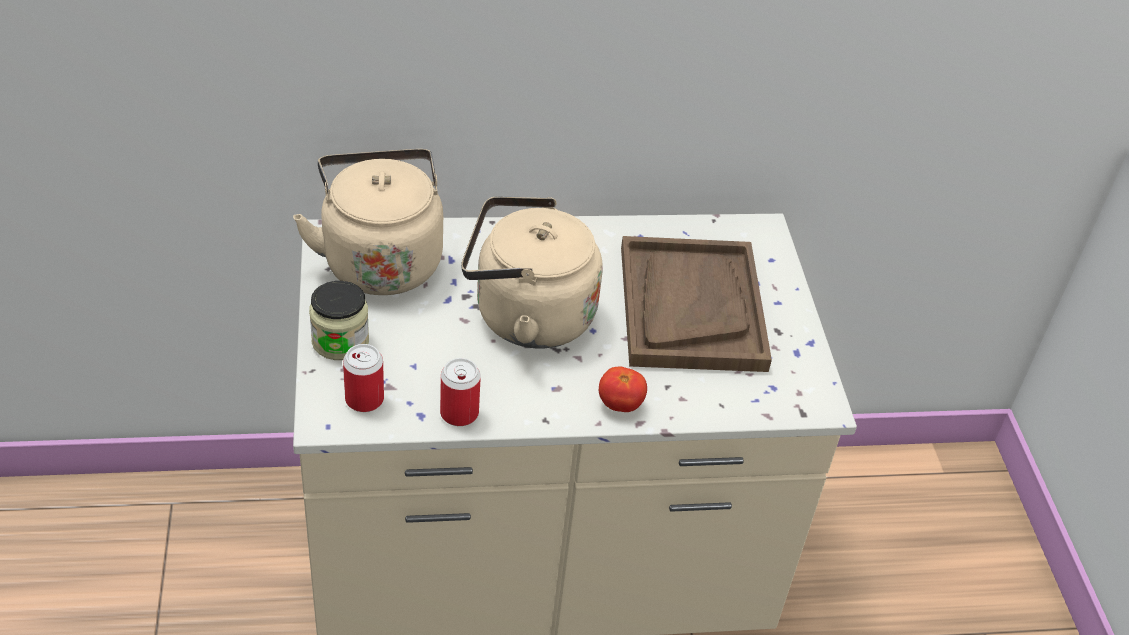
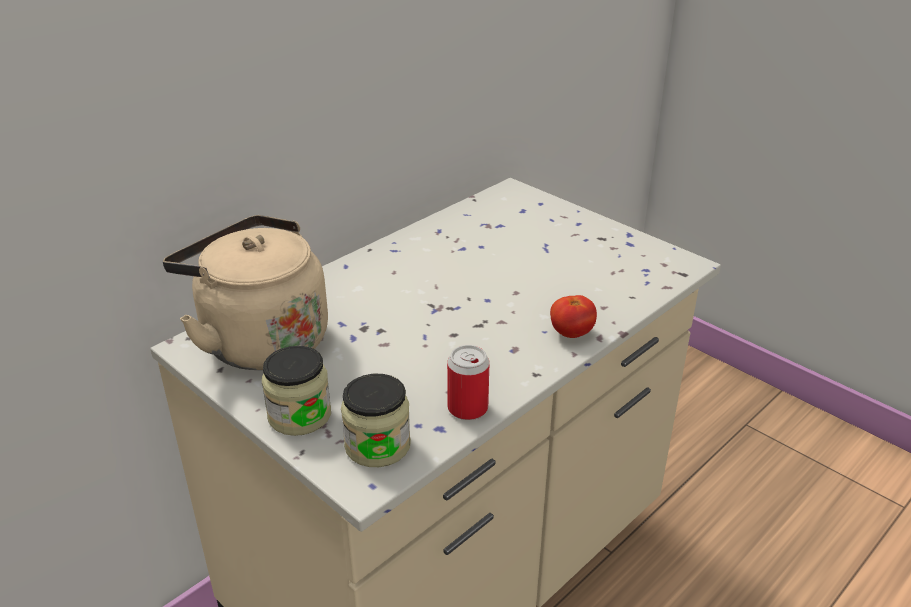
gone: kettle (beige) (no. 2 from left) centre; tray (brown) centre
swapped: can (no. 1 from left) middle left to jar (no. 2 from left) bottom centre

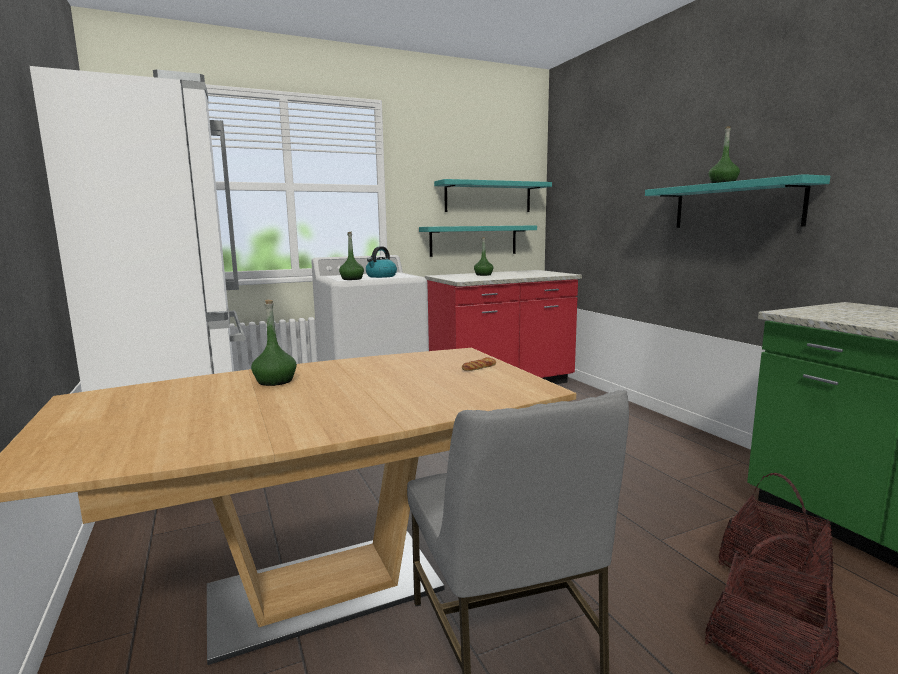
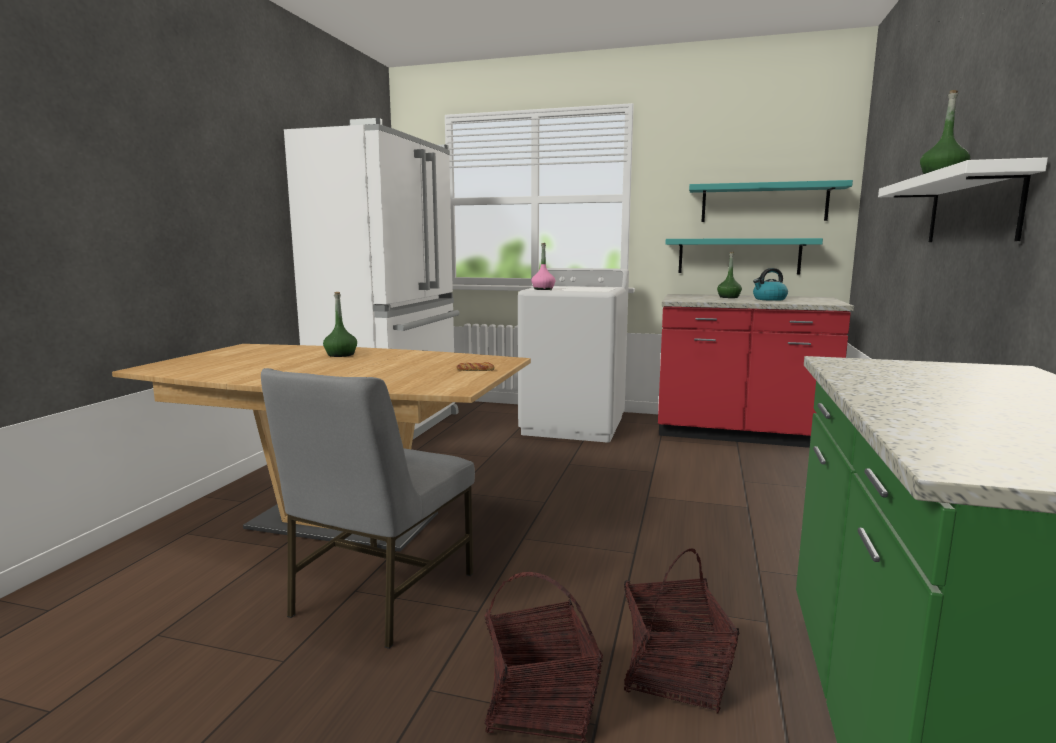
shifted: kettle centre to middle right
repainted: bottle (green) (no. 2 from left) centre to bottle (pink) centre; shelf (turquoise) (no. 3 from left) top right to shelf (white) top right

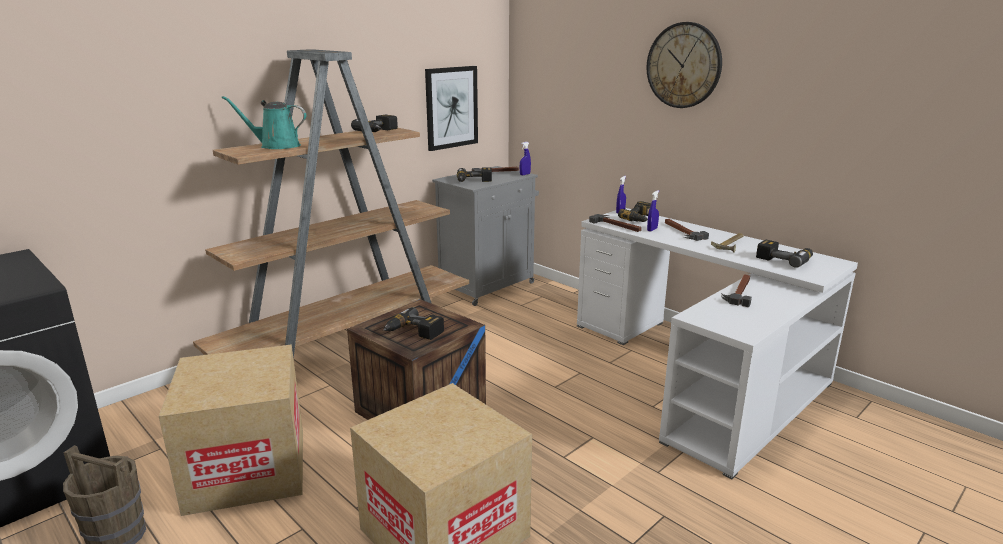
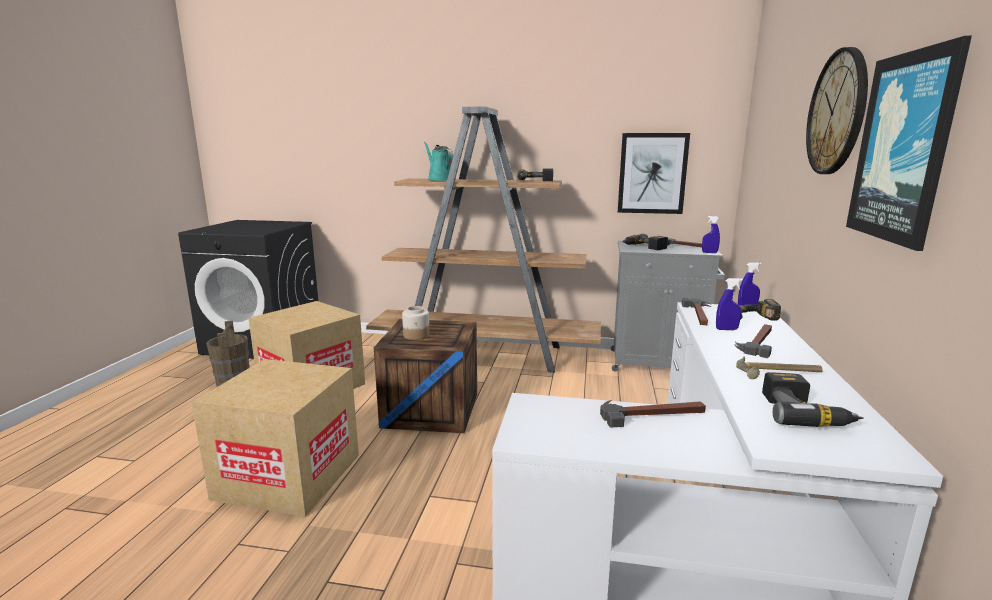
new: picture (no. 2 from left) top right
swapped: power drill (no. 2 from left) centre to jar centre

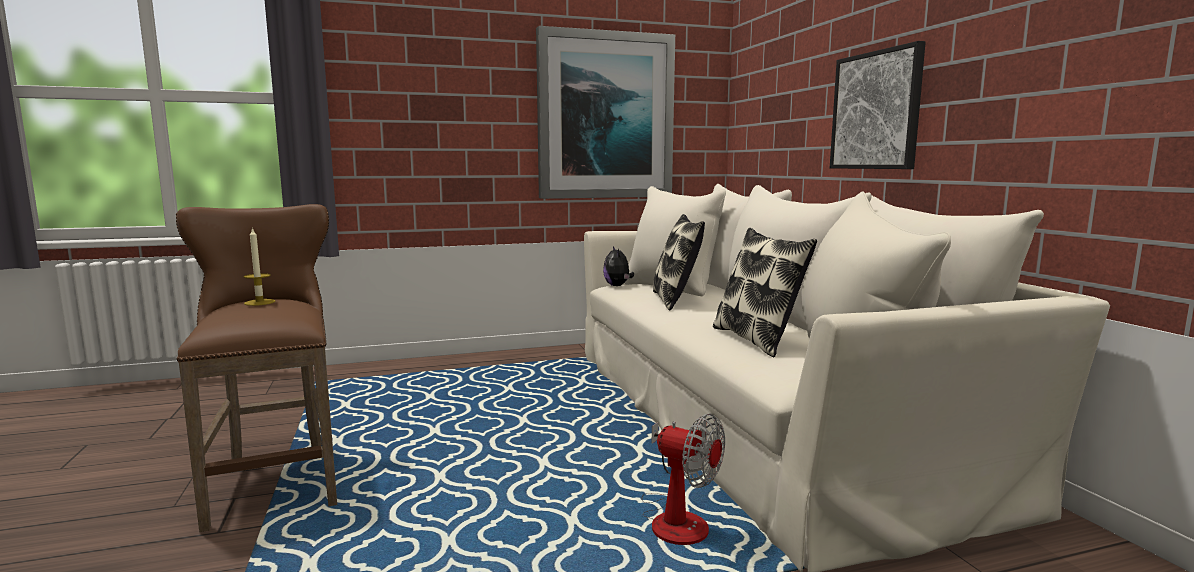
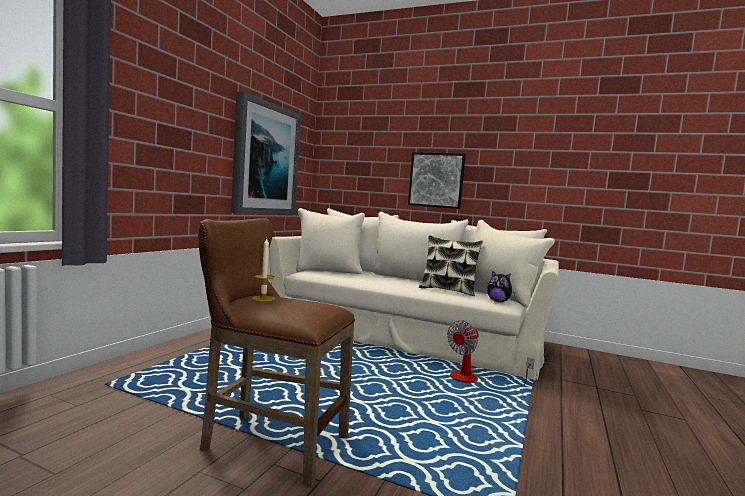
gone: pillow (no. 1 from left) centre
shifted: plush toy centre to middle right
rotated: fan bottom centre = bottom centre 150 degrees clockwise

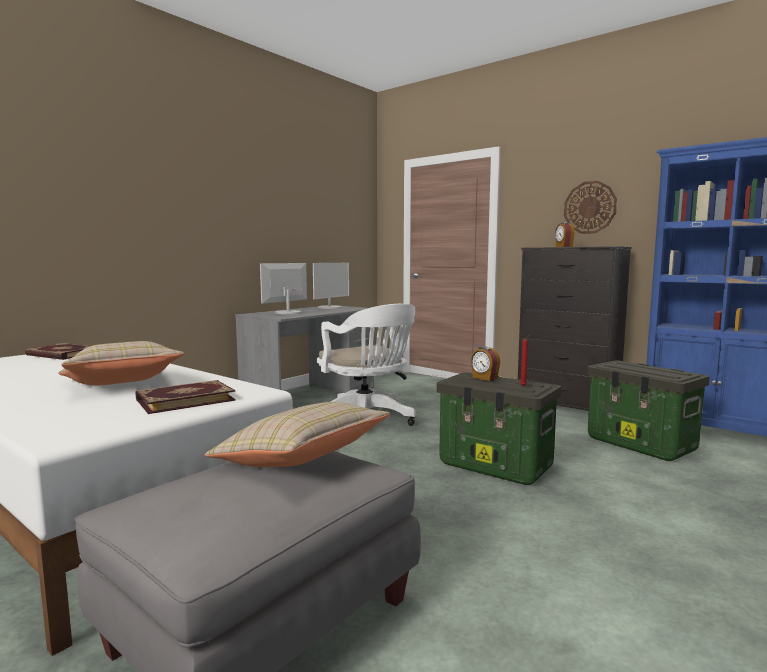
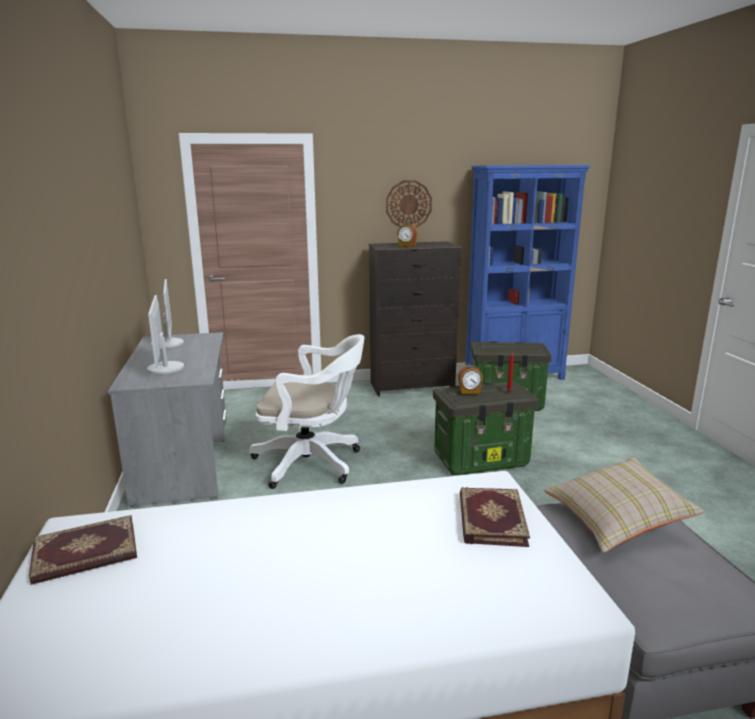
gone: pillow (beige) (no. 1 from left) middle left

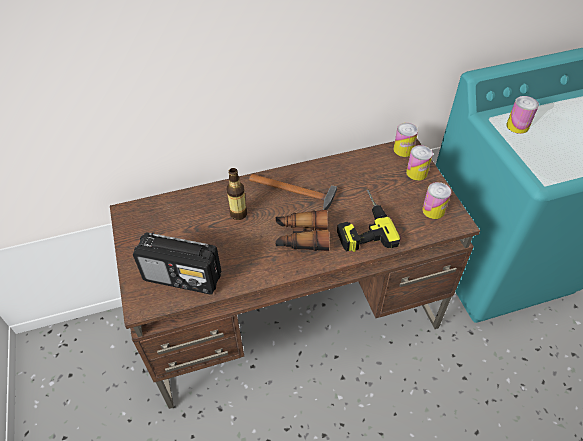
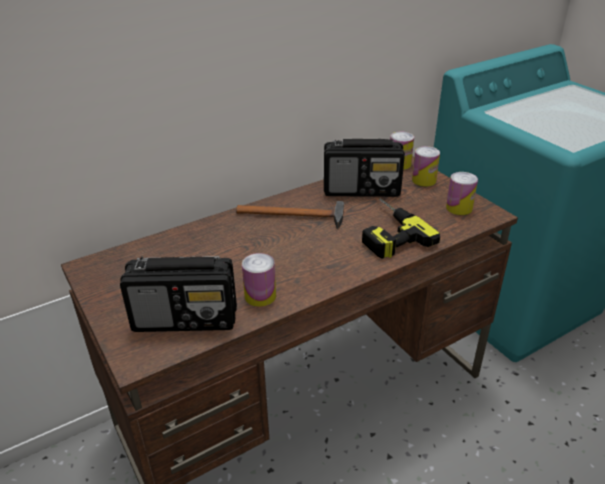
gone: bottle centre; binoculars centre
new: radio (no. 2 from left) centre
shifted: can (no. 4 from left in the first image) top right to can (no. 1 from left) centre

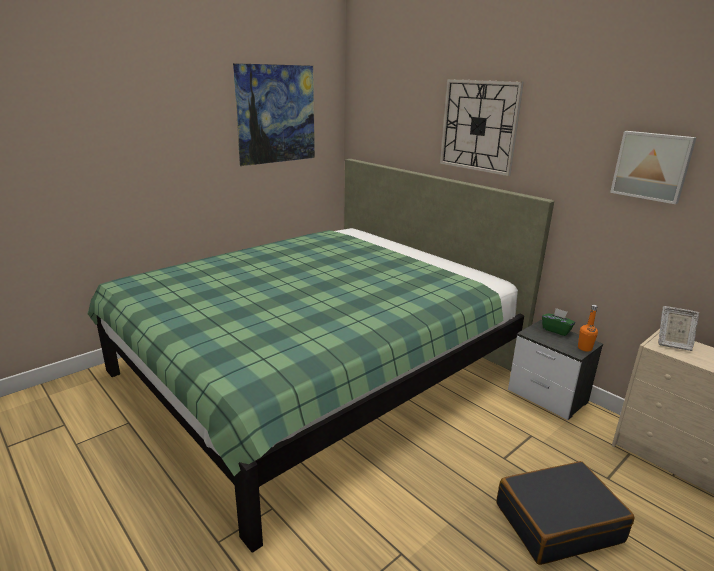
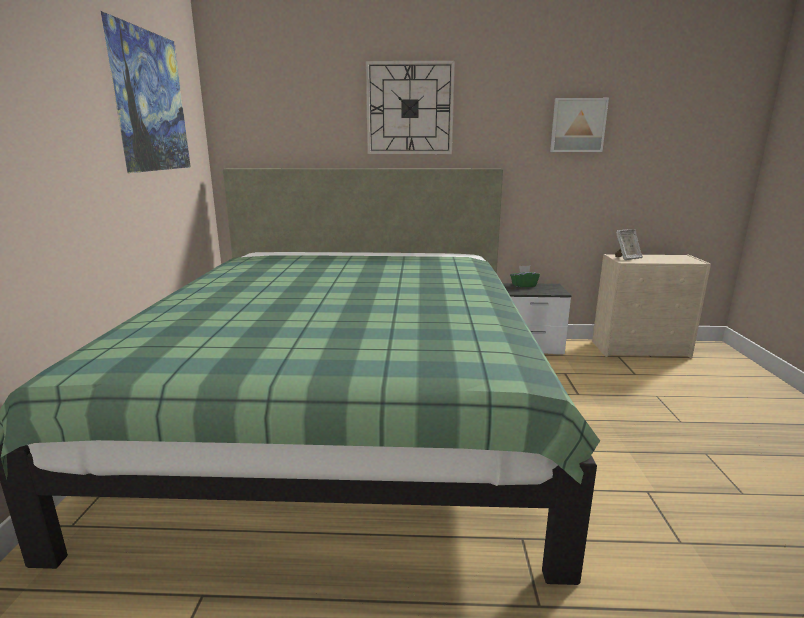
gone: suitcase (black) bottom right; bottle (orange) middle right

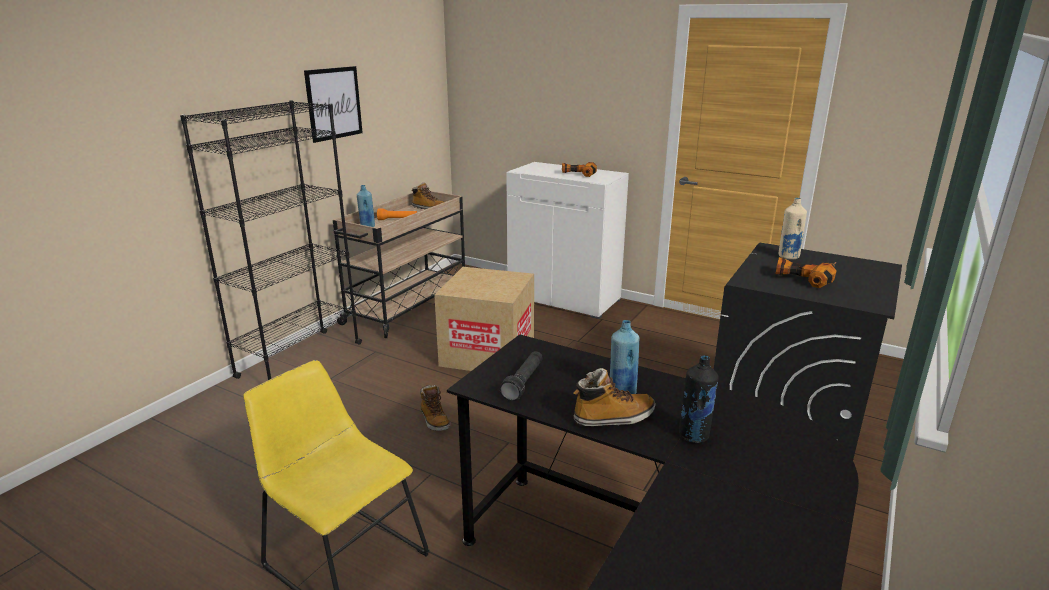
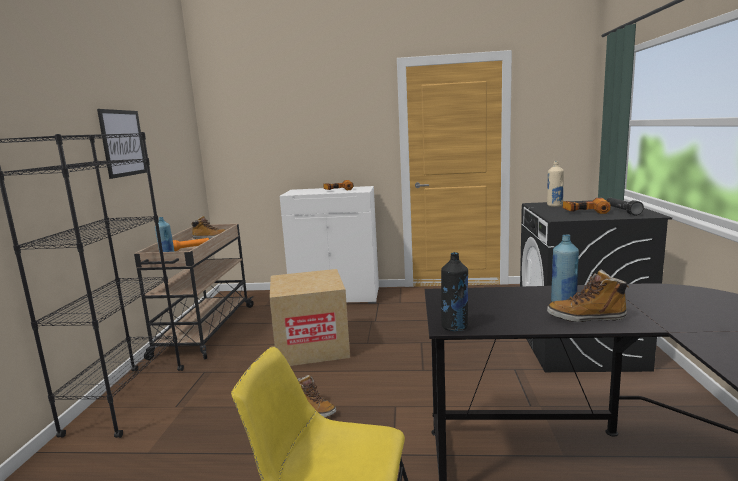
shifted: flashlight (black) centre to middle right; bottle (black) bottom centre to centre
rotated: boot (no. 3 from left) bottom centre = middle right 135 degrees counterclockwise

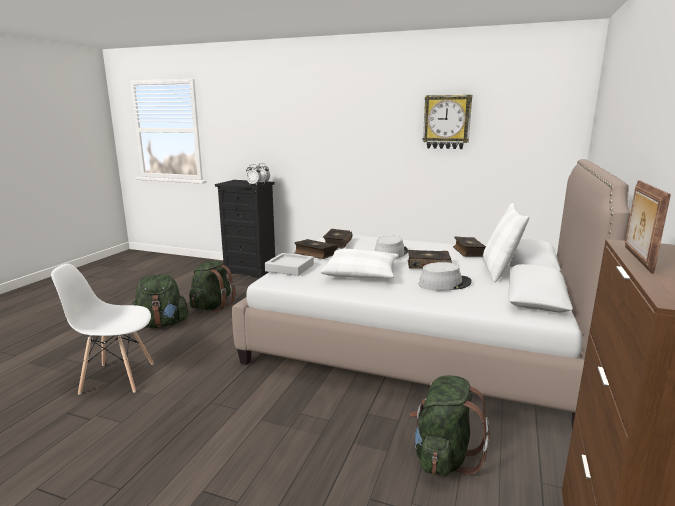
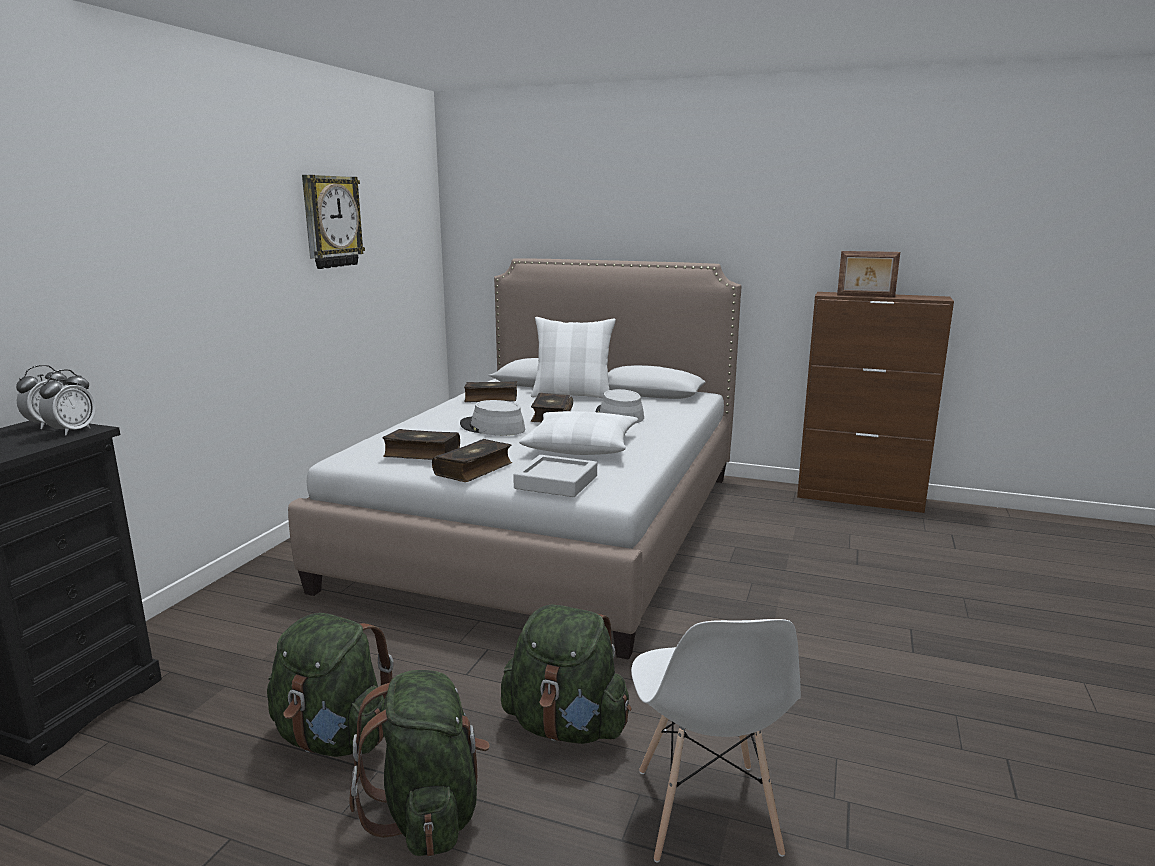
shifted: backpack (green) (no. 3 from left) bottom right to bottom centre

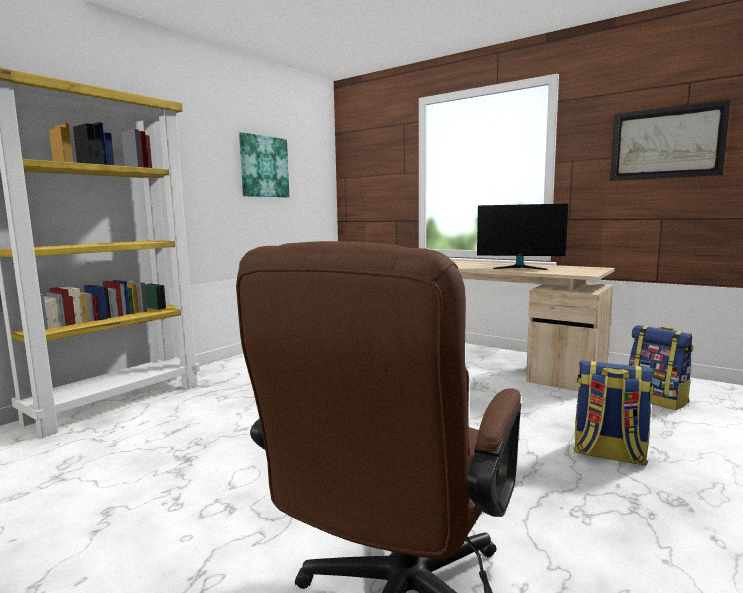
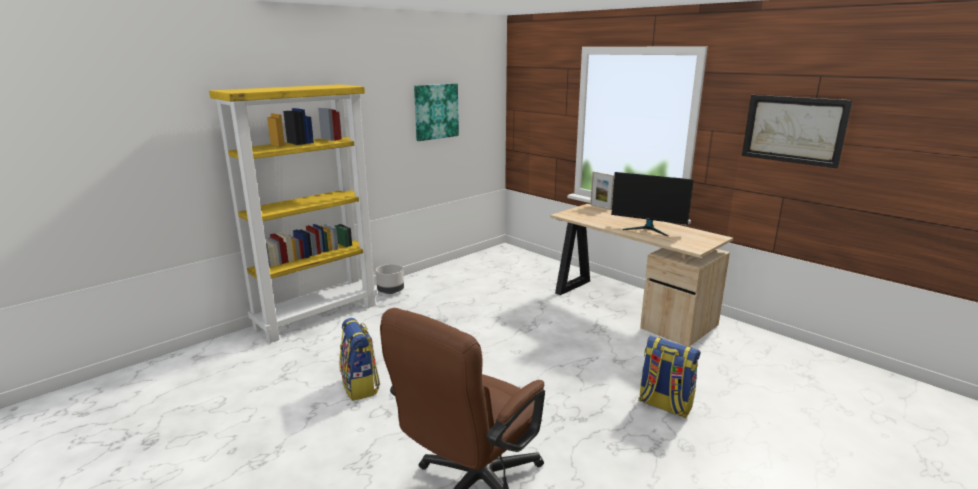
new: planter (grey) centre; picture frame centre
shifted: backpack (no. 2 from left in the first image) middle right to backpack (no. 1 from left) bottom centre

